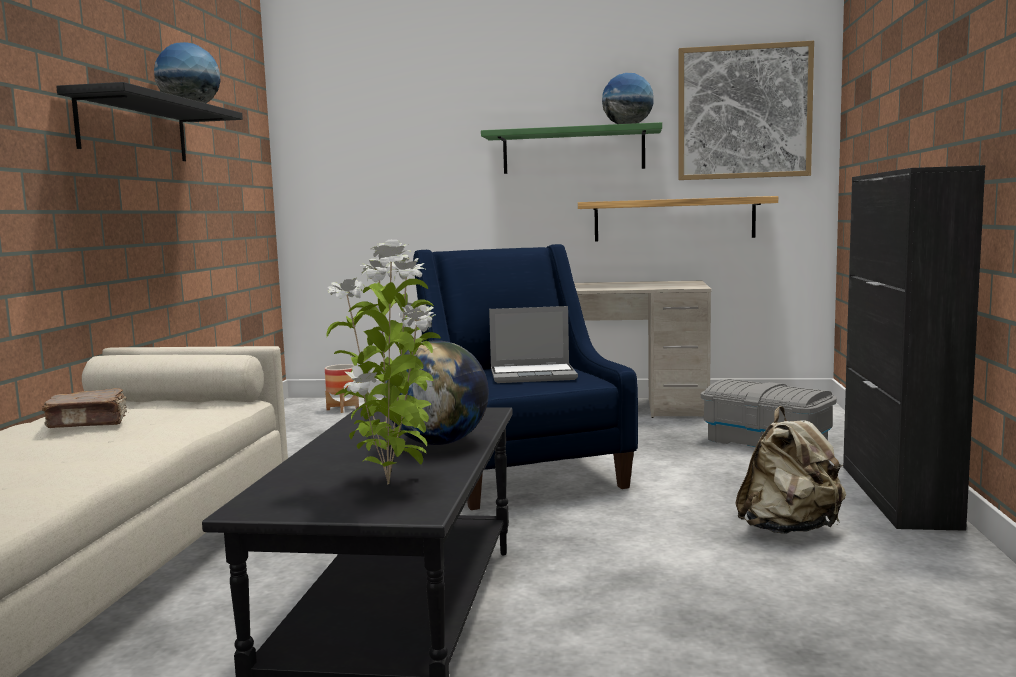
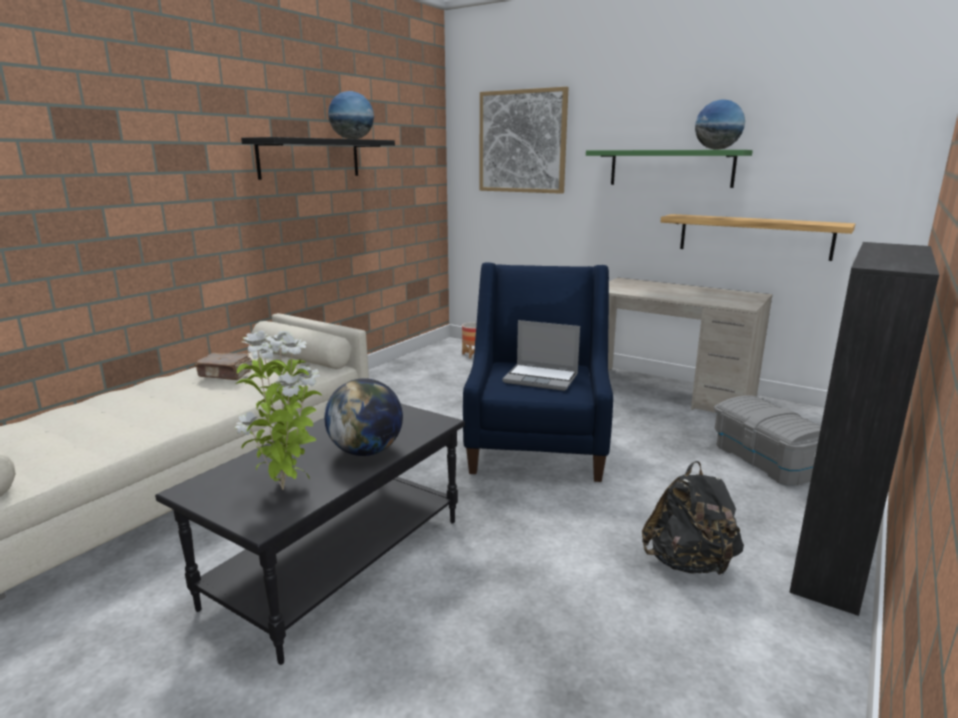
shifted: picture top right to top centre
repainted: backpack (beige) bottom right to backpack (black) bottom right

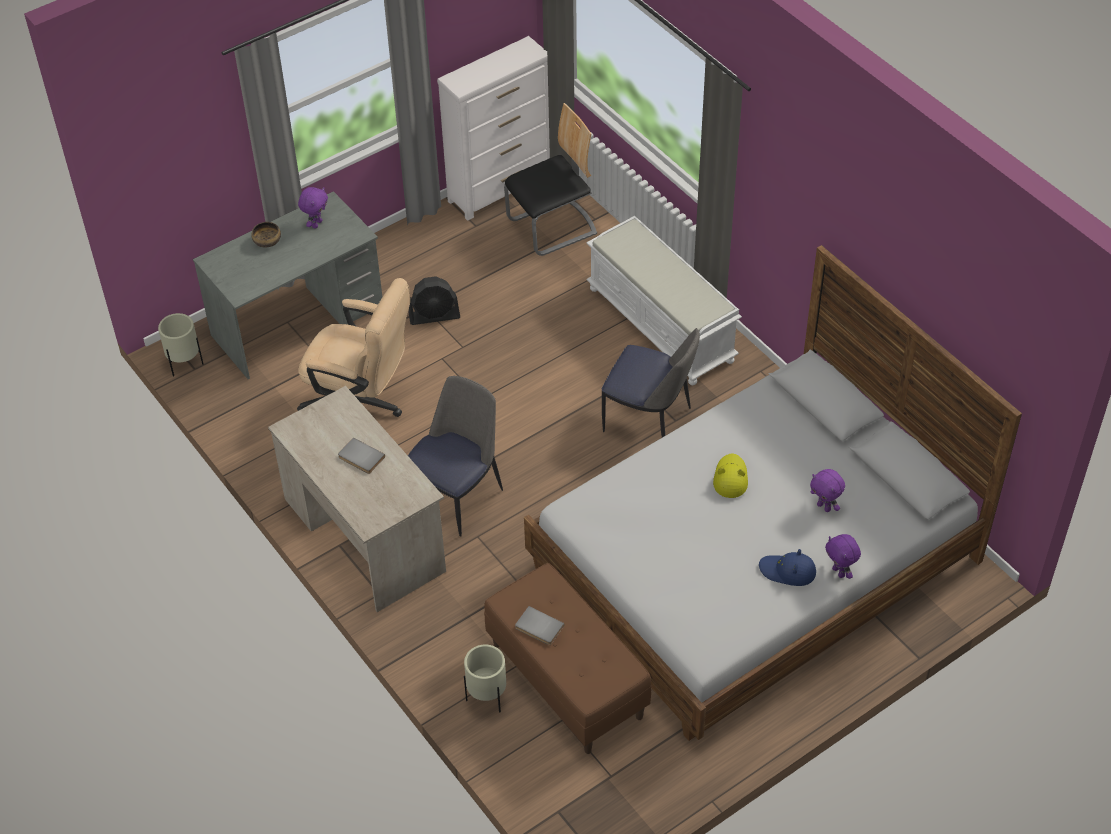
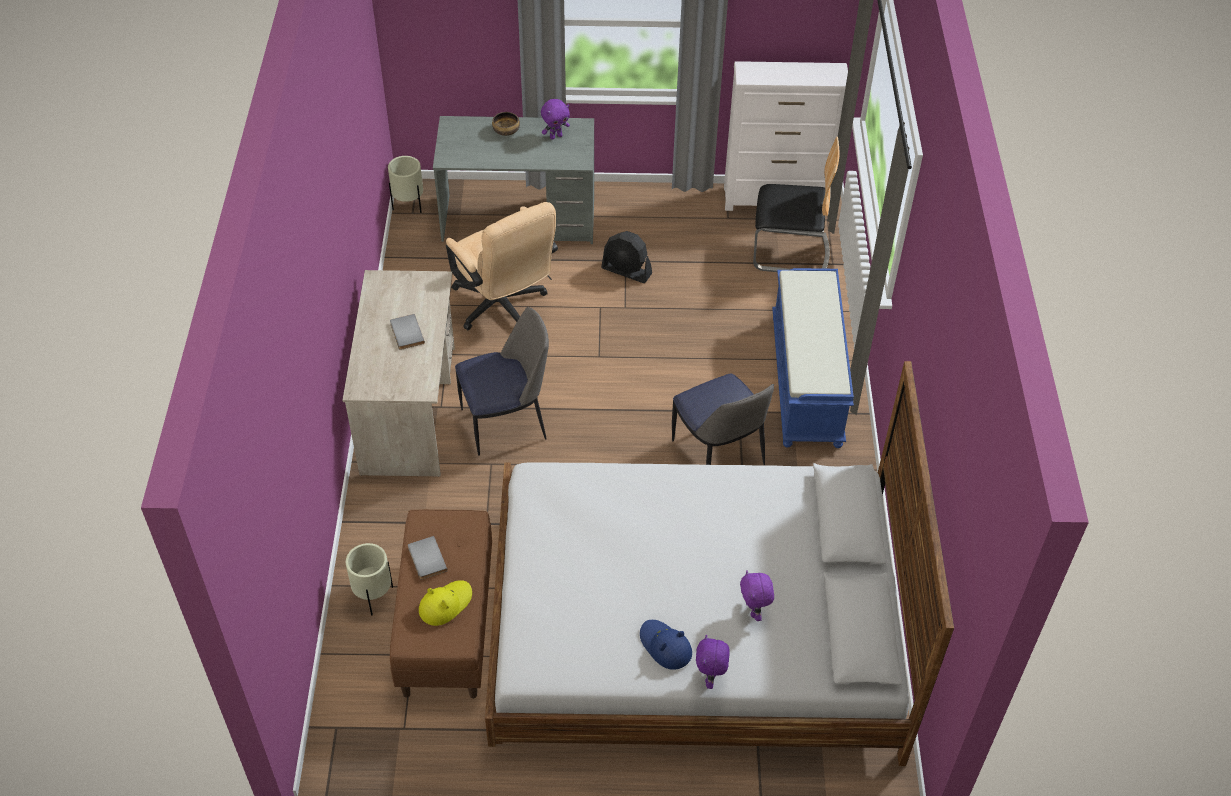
shifted: hat (yellow) centre to bottom centre
repainted: bench (white) centre to bench (blue) centre

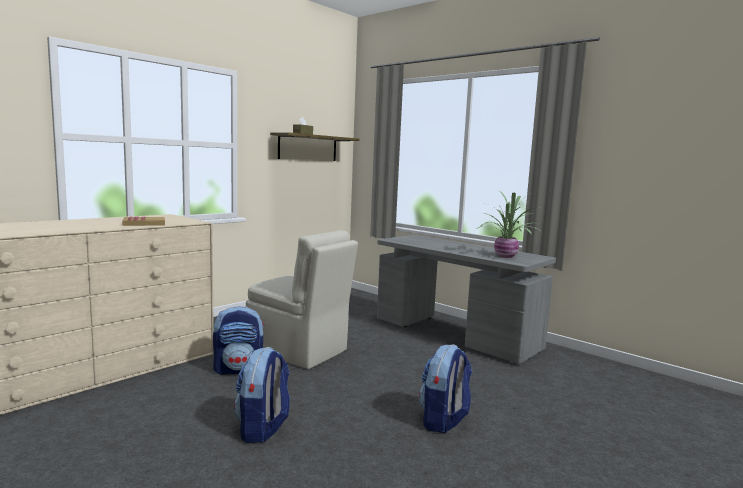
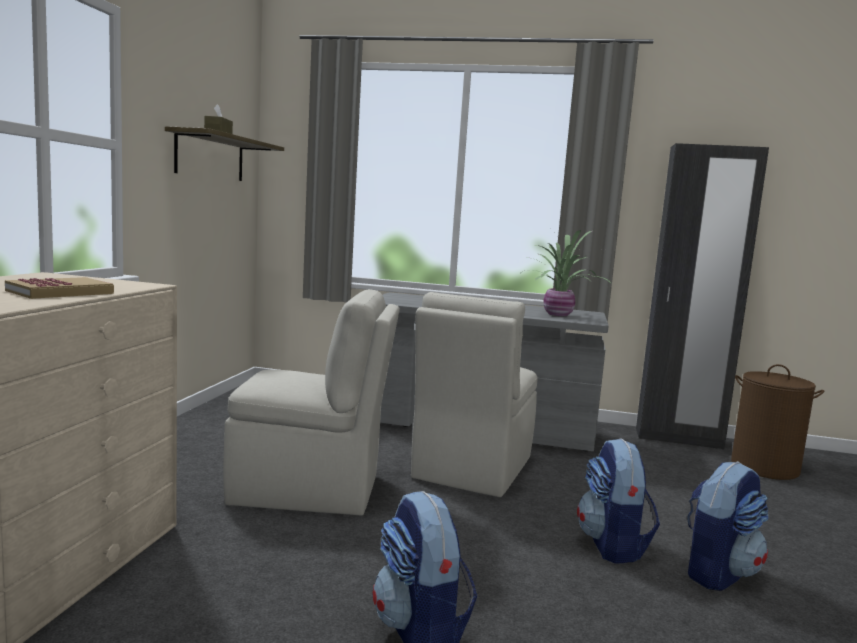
new: chair (beige) (no. 2 from left) centre; wardrobe (black) middle right; laundry basket (brown) middle right
shifted: backpack (no. 1 from left in the first image) bottom left to backpack (no. 3 from left) bottom right

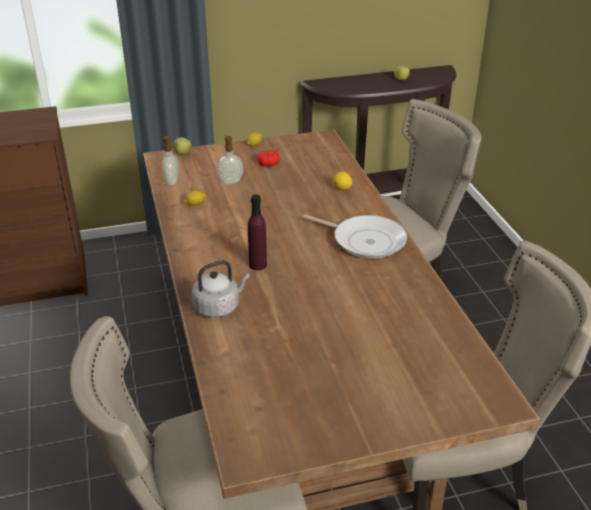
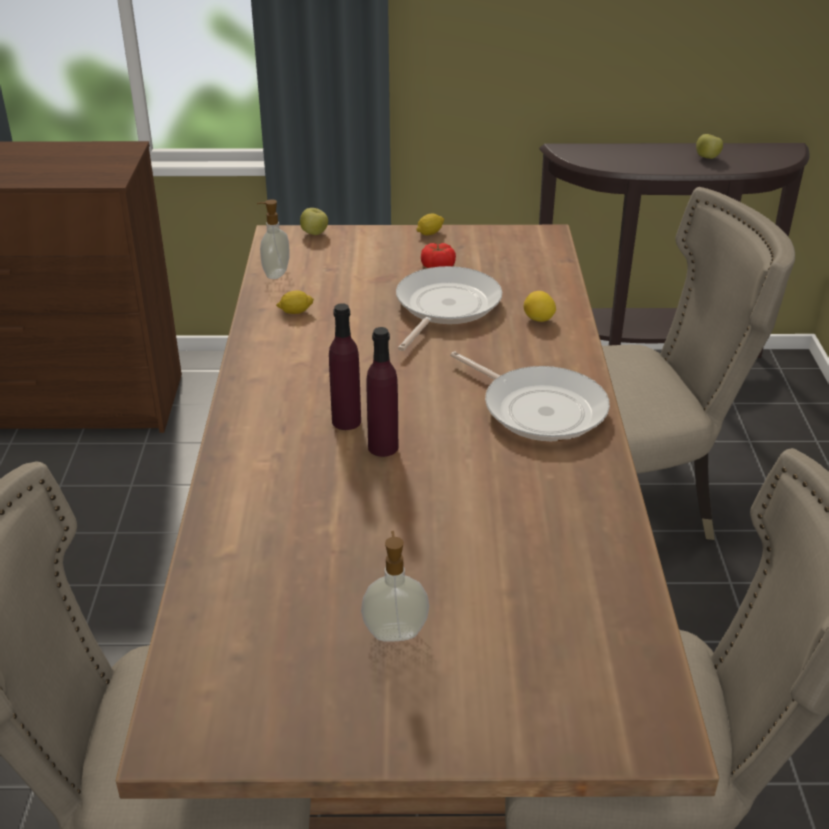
gone: kettle (grey) centre
new: bottle (purple) (no. 2 from left) centre; frying pan (no. 1 from left) centre
shifted: soap dispenser (no. 2 from left) top centre to bottom centre

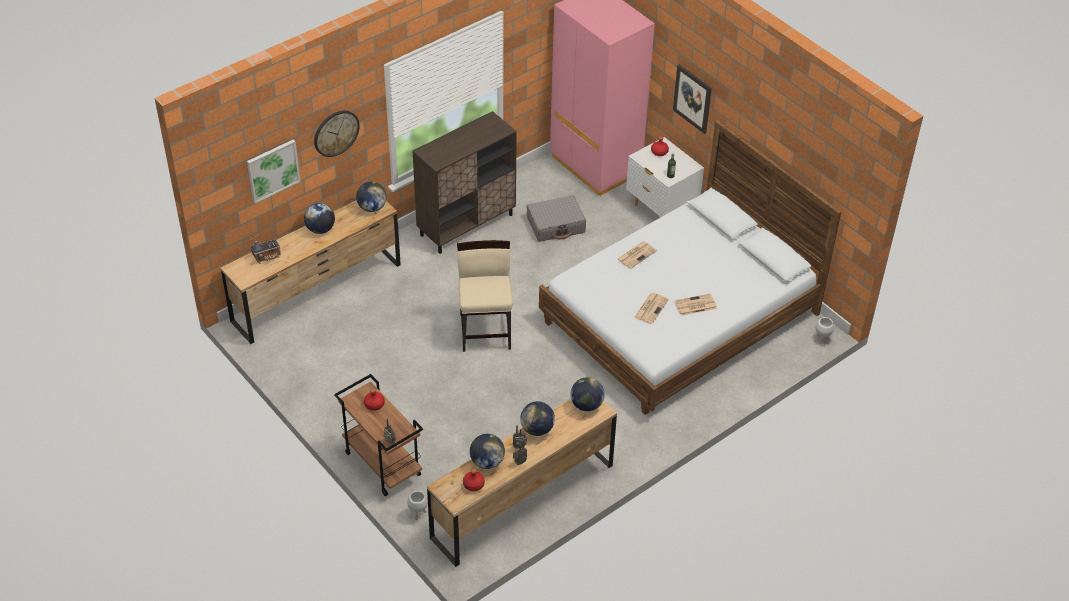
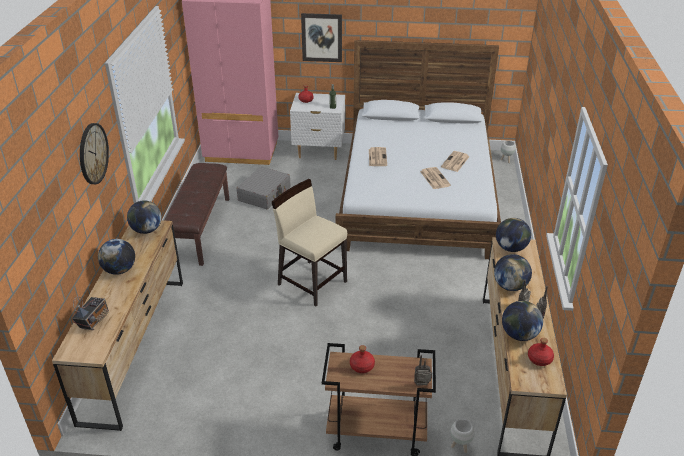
gone: picture (no. 1 from left) top left
swapped: cabinet (brown) top centre to bench (brown) middle left

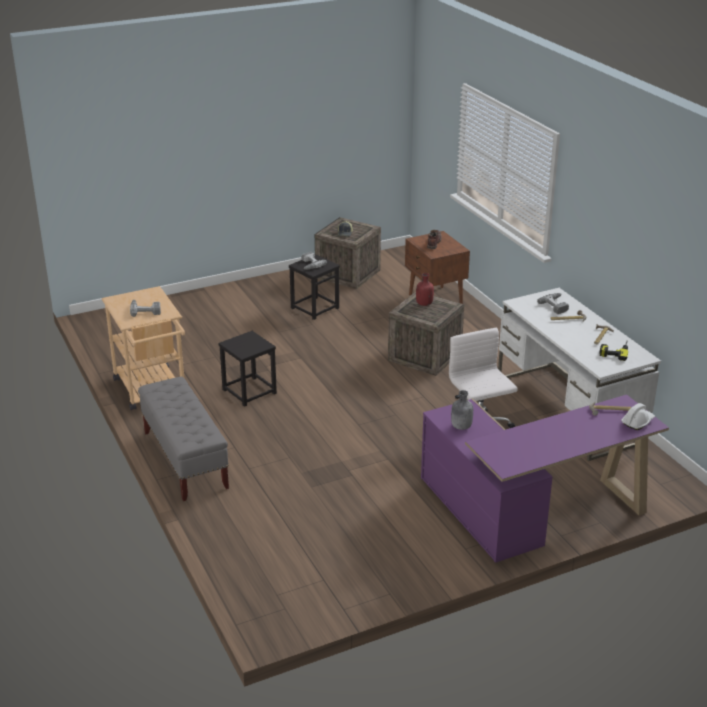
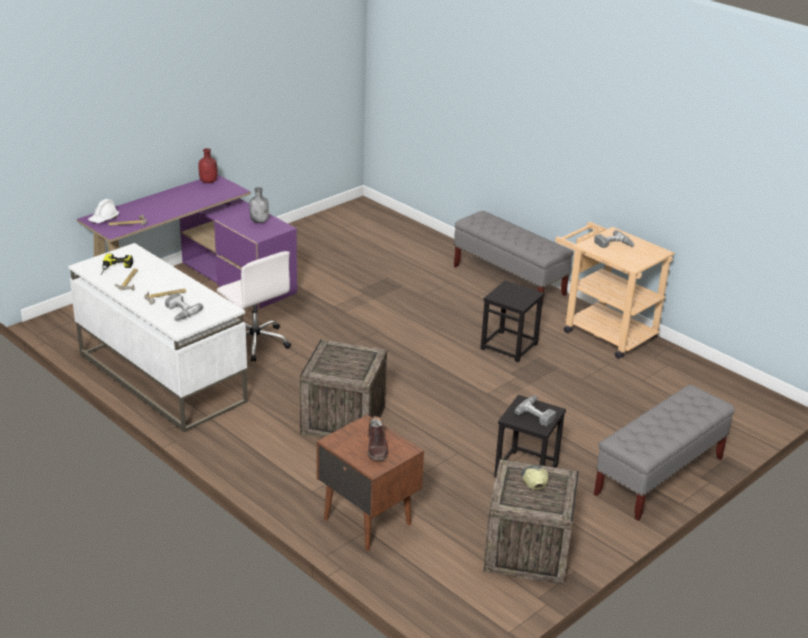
new: bench (grey) (no. 2 from left) bottom right
shifted: bottle (red) centre to top left

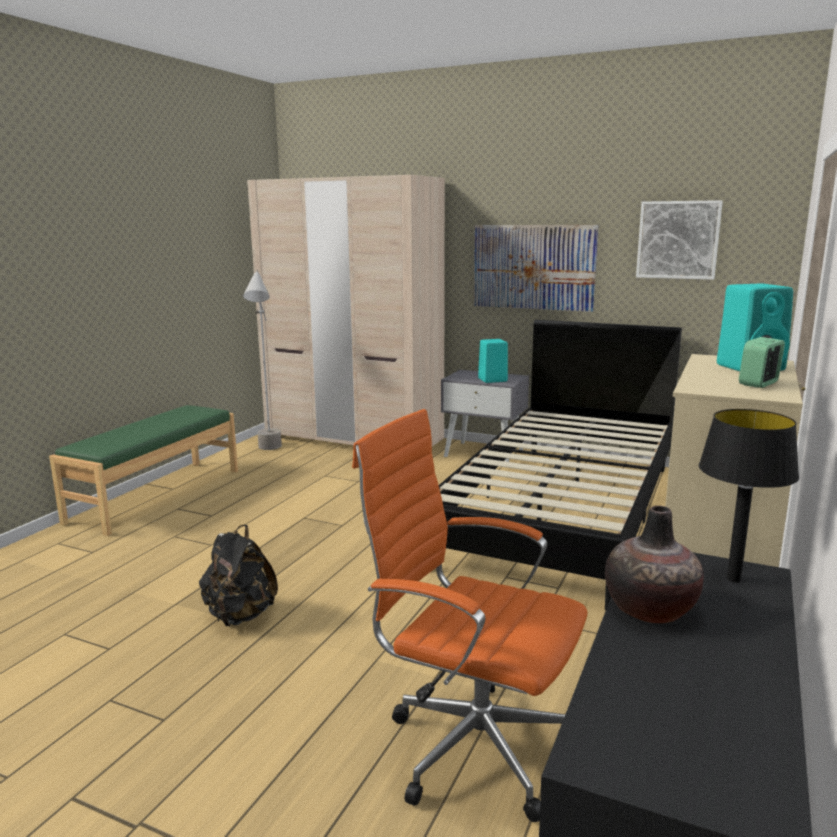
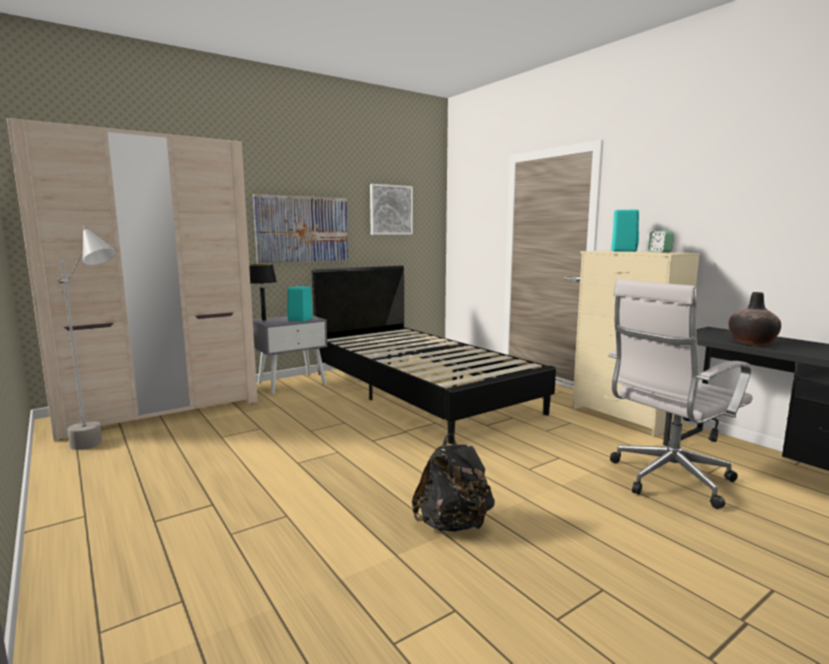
gone: bench (green) middle left
shifted: table lamp (black) middle right to middle left
repainted: office chair (orange) bottom centre to office chair (white) middle right

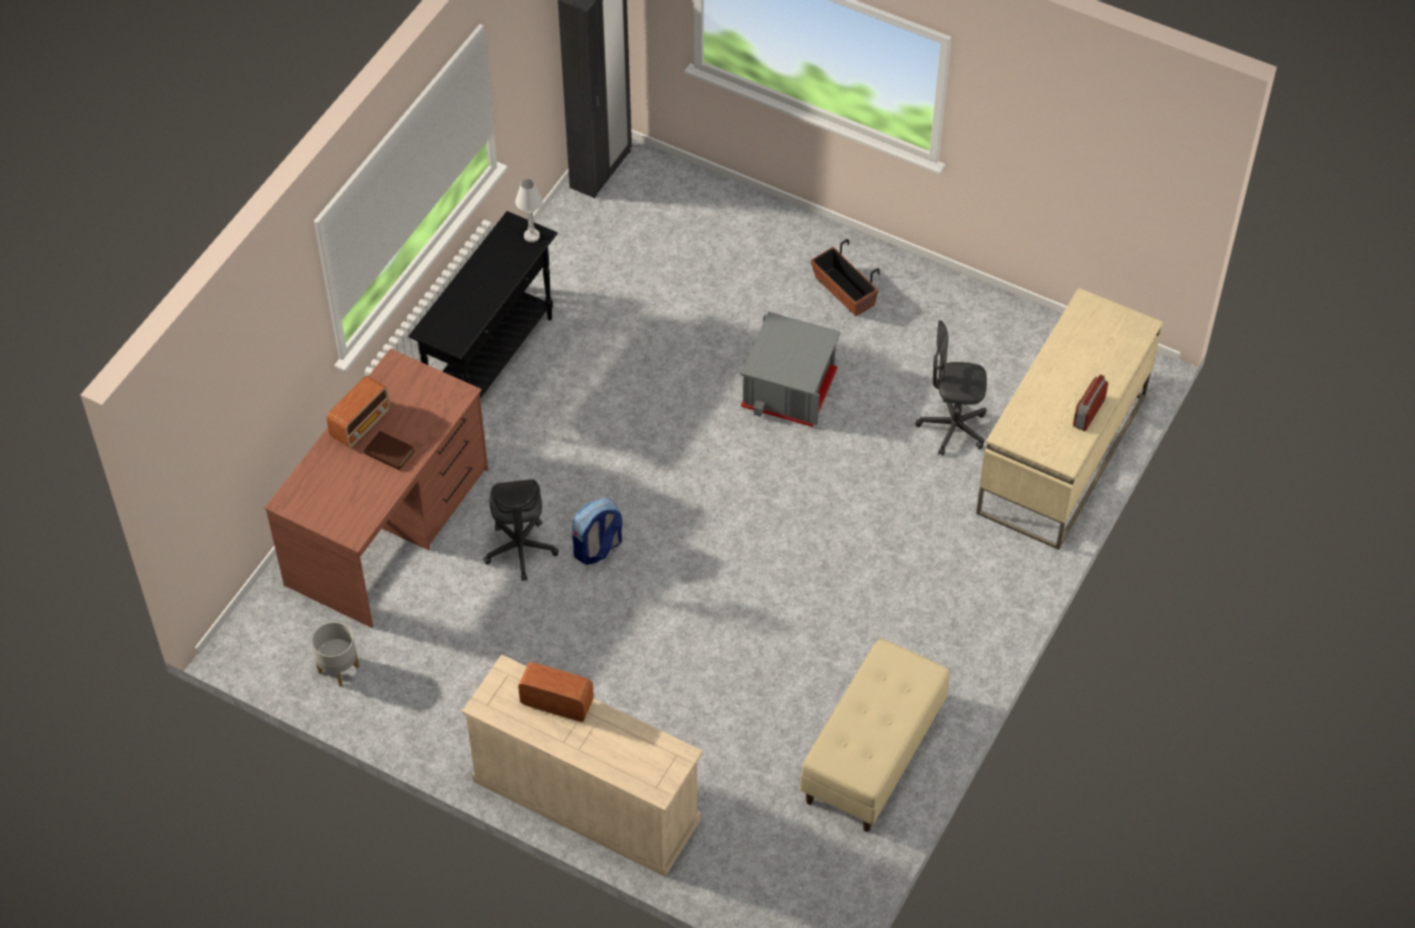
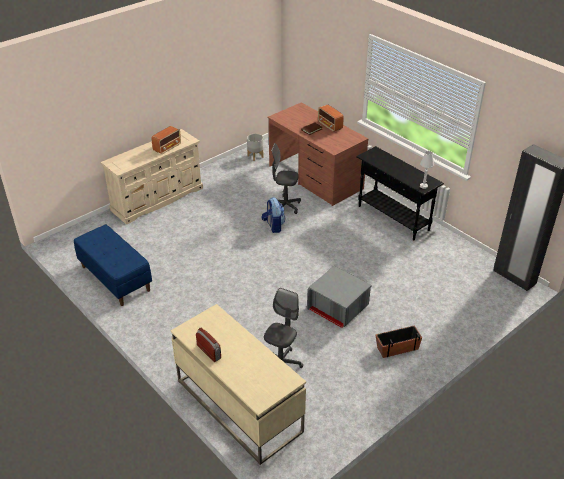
repainted: bench (beige) bottom centre to bench (blue) middle left

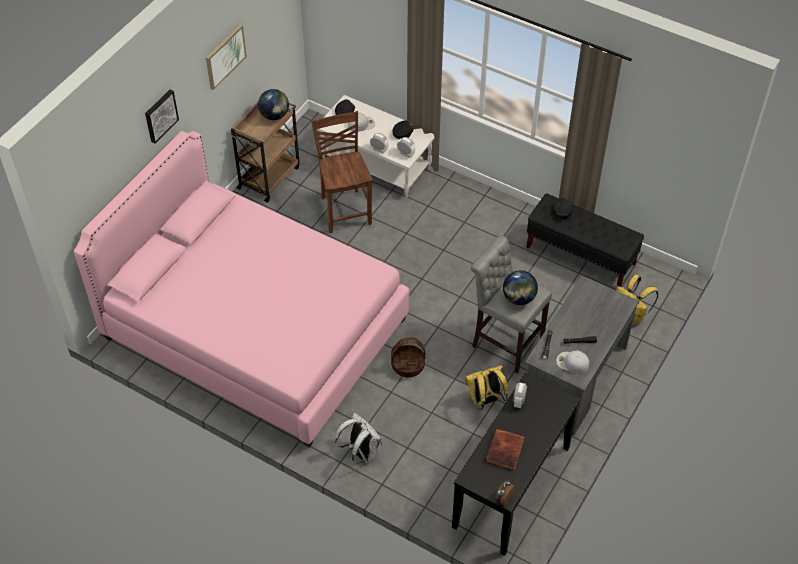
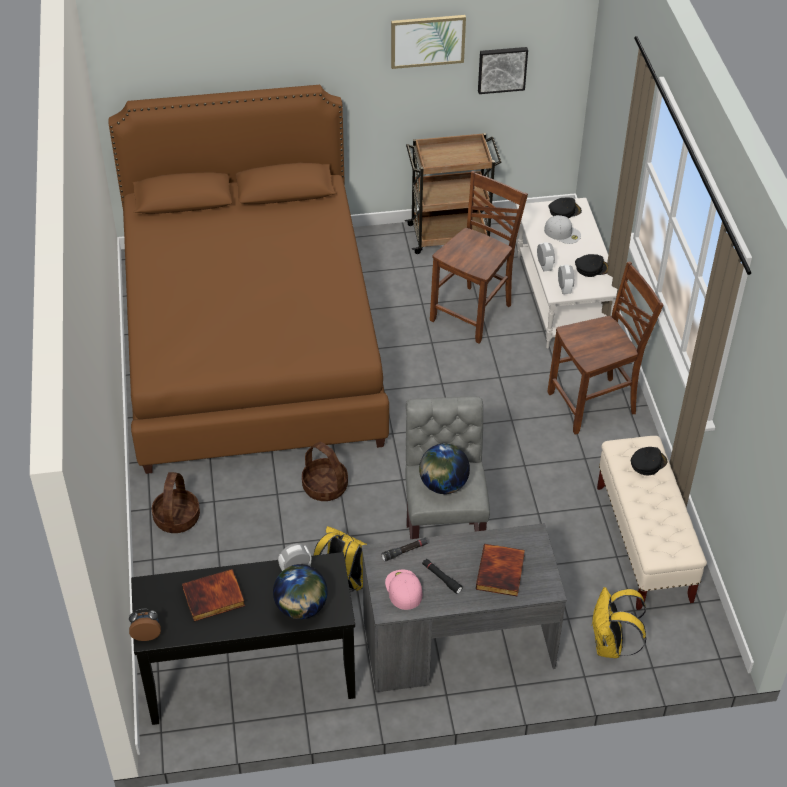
new: book (no. 2 from left) bottom centre; chair (brown) (no. 2 from left) middle right
shifted: picture (no. 1 from left in the first image) top left to picture (no. 2 from left) top centre; globe (no. 1 from left) top centre to bottom centre
swapped: backpack (white) bottom centre to basket (no. 1 from left) middle left
repainted: bed (pink) middle left to bed (brown) middle left; bench (black) middle right to bench (beige) middle right; cap (white) (no. 2 from left) middle right to cap (pink) bottom centre

